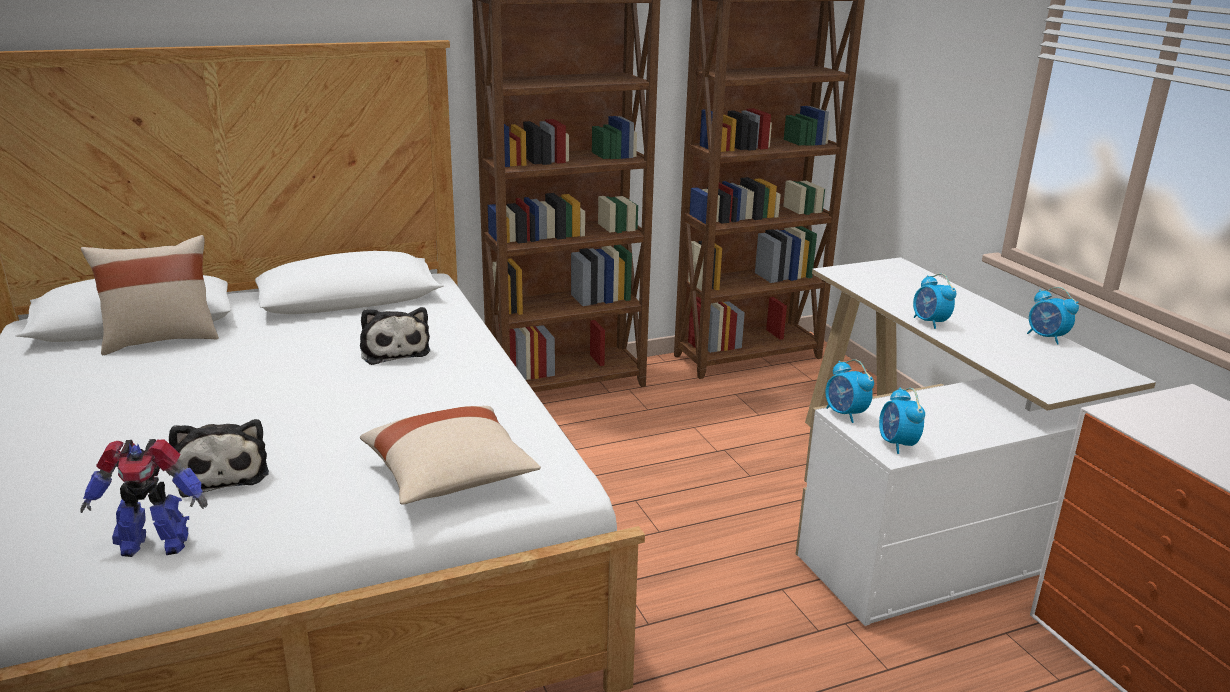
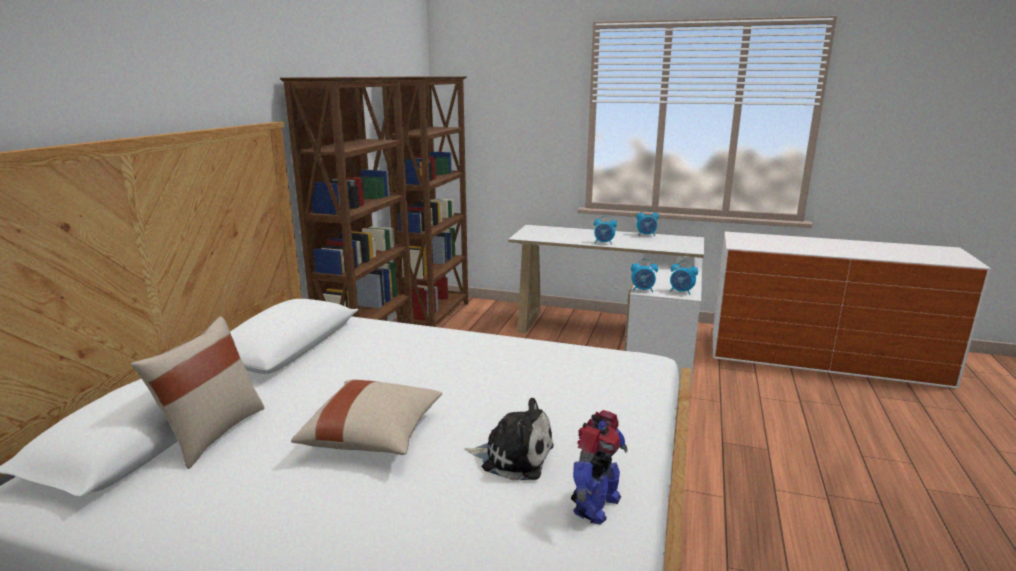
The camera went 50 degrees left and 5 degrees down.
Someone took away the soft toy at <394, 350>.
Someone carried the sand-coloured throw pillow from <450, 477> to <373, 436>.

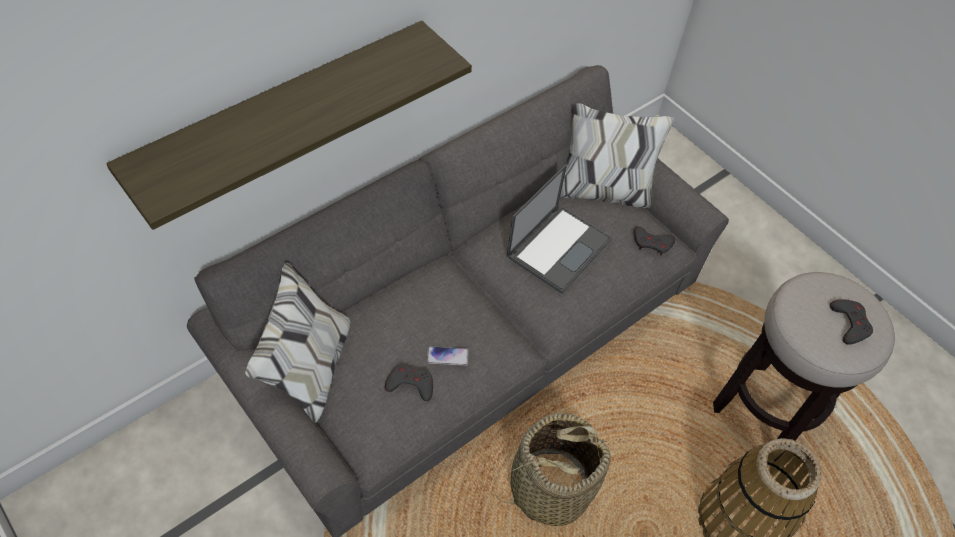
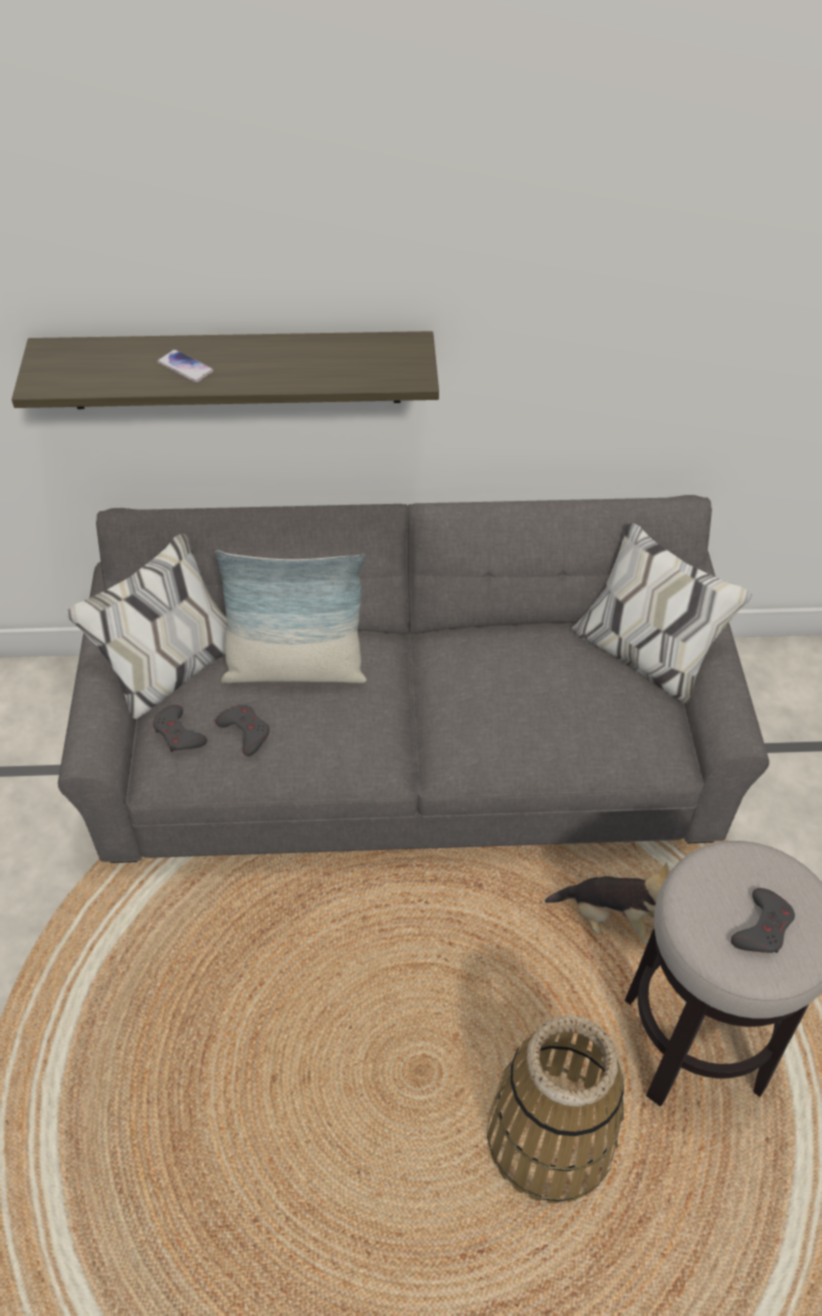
The camera went 40 degrees right and 5 degrees down.
Someone carried the phone from <447, 356> to <185, 367>.
Someone took away the household basket at <549, 487>.
Someone took away the portable computer at <559, 247>.
Someone carried the grey gamepad from <652, 243> to <179, 734>.
Someone put down the throw pillow at <295, 669>.
Someone put down the soft toy at <611, 918>.

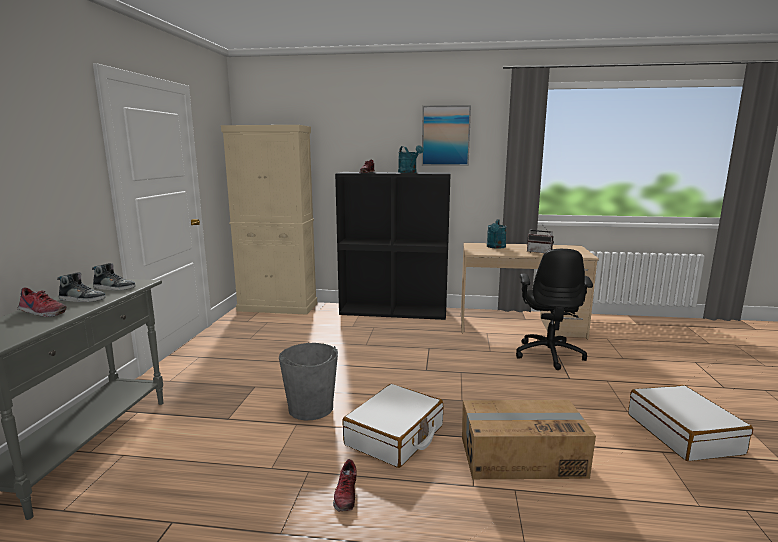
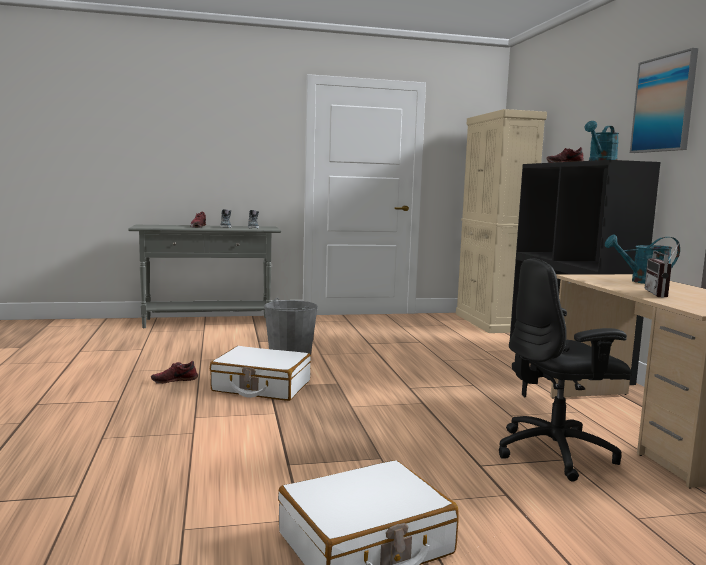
The camera went 70 degrees right and 5 degrees down.
Someone took away the packing box at <521, 456>.

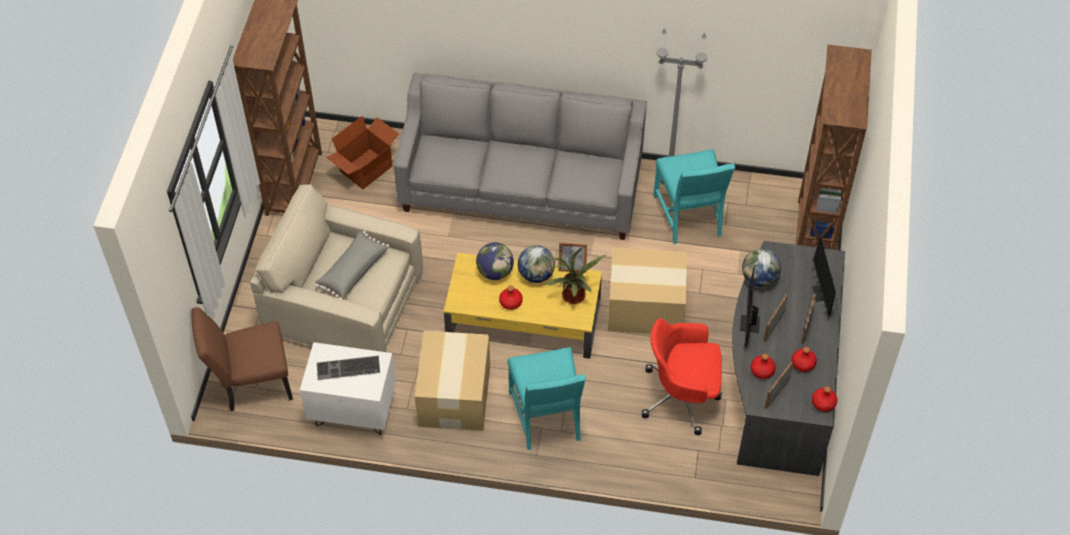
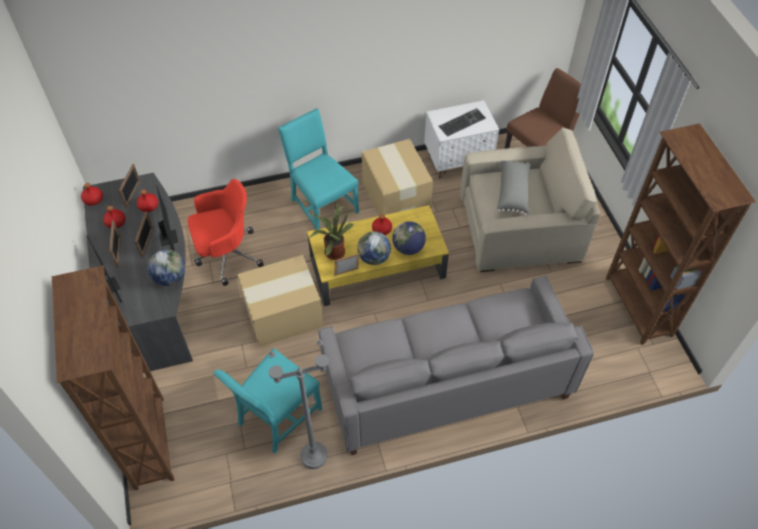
The camera went 155 degrees right and 0 degrees up.
Someone took away the packing box at <366, 169>.
Someone rotated the blue-green plain chair at <690, 217> by 105 degrees counterclockwise.

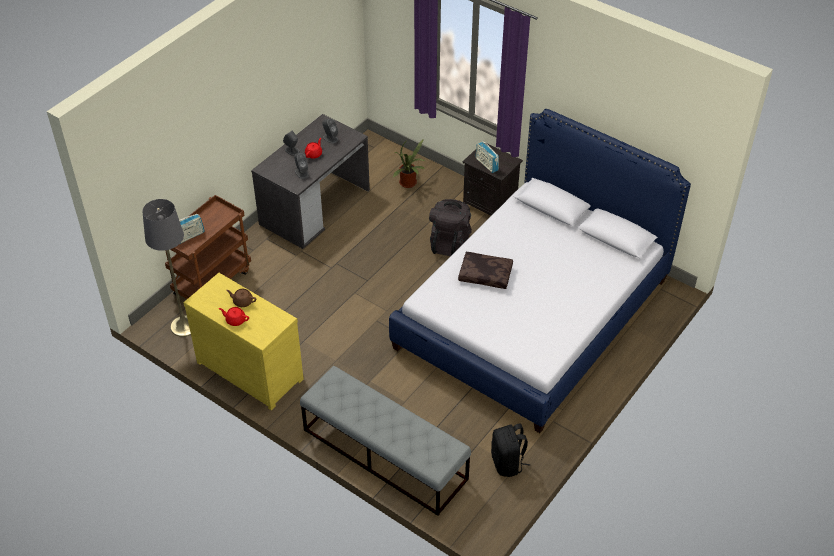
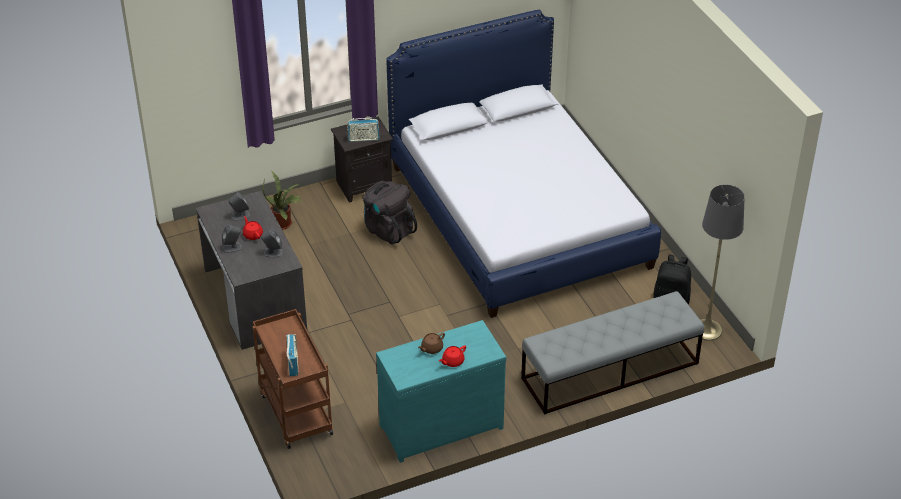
The camera went 60 degrees left and 5 degrees down.
Someone carried the grey standing lamp from <184, 326> to <707, 330>.
Someone repainted the yellowish dresser at <251, 368>, which became the blue-green dresser at <439, 424>.
Someone took away the brownish throw pillow at <486, 274>.

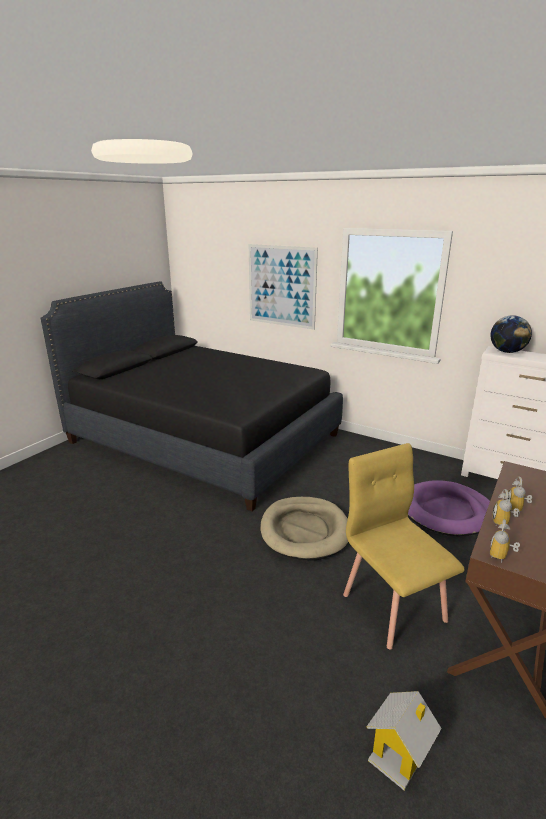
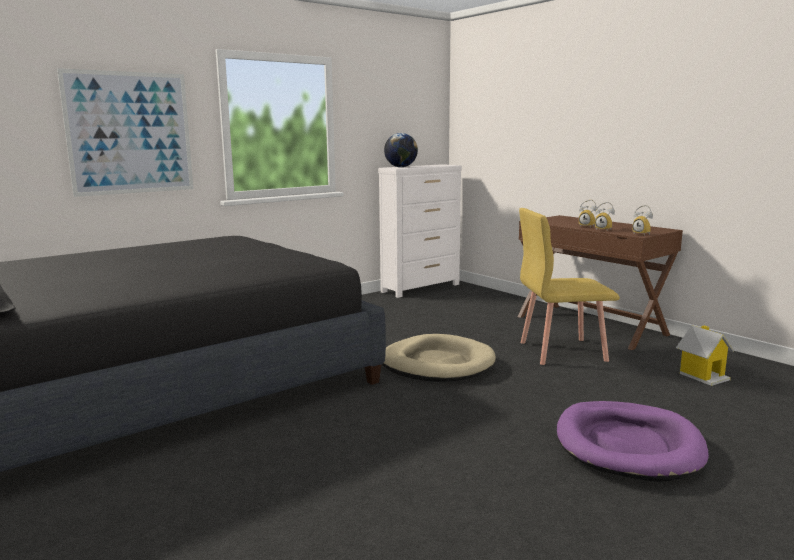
The camera went 70 degrees left and 10 degrees down.
Someone carried the purplish dog bed from <446, 511> to <628, 445>.

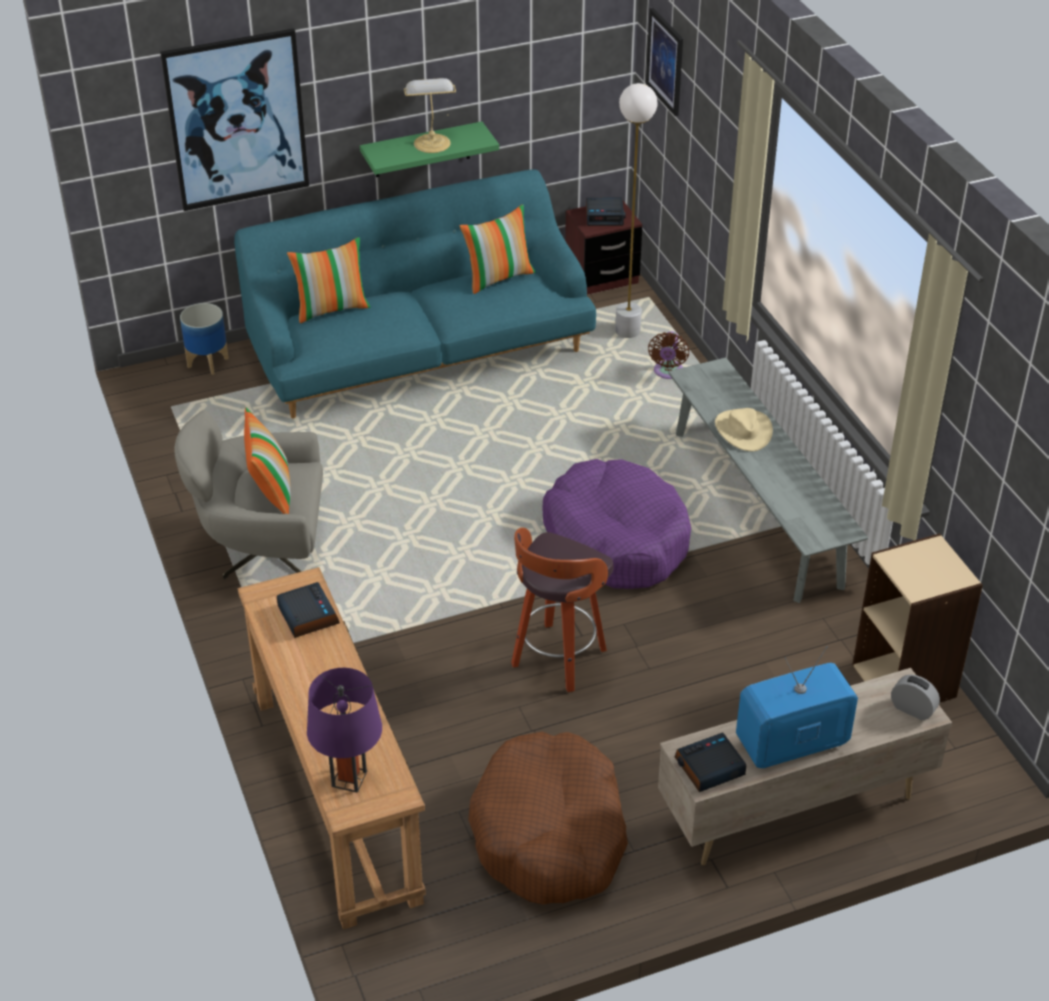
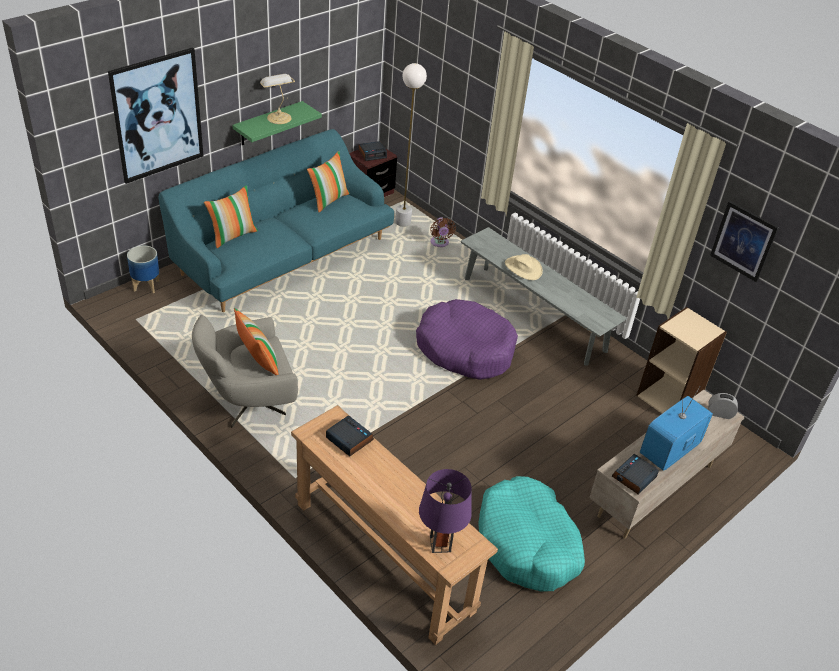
The camera went 25 degrees left and 0 degrees up.
Someone repainted the brownish dog bed at <550, 834>, which became the blue-green dog bed at <527, 544>.
Someone took away the stool at <557, 660>.
Someone carried the wall art from <665, 61> to <744, 241>.

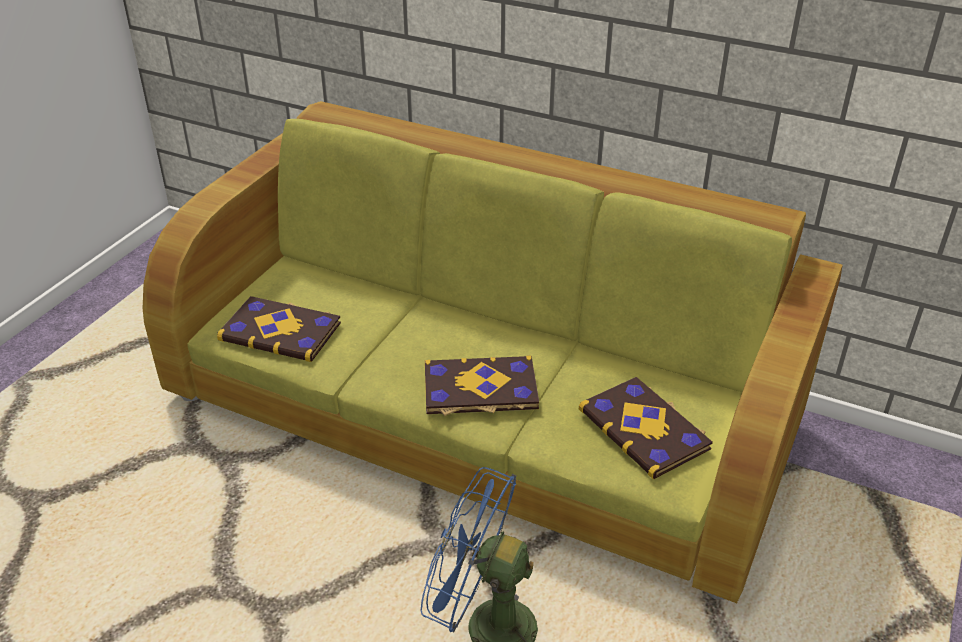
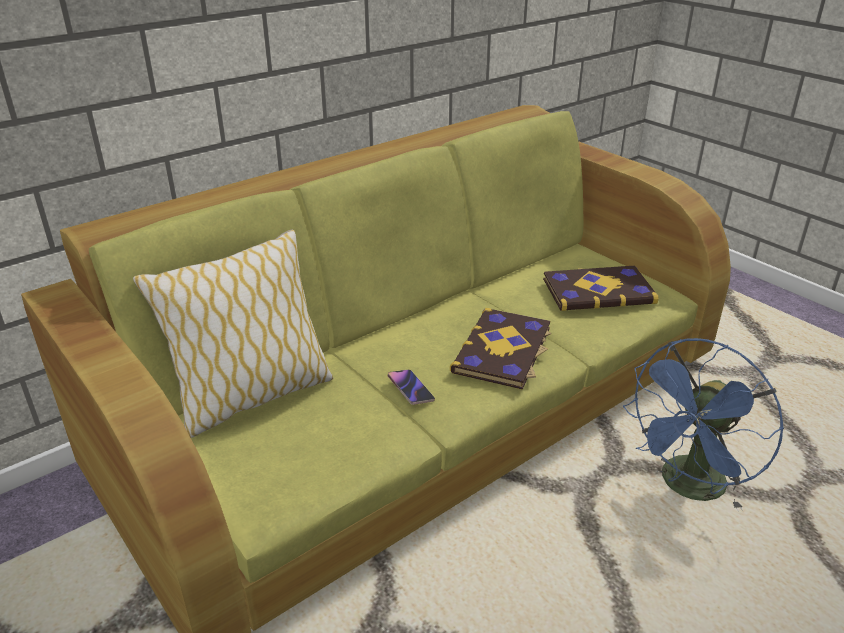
The camera went 65 degrees left and 5 degrees down.
Someone took away the bound book at <281, 331>.
Someone put down the throw pillow at <252, 397>.
Someone put down the phone at <410, 389>.

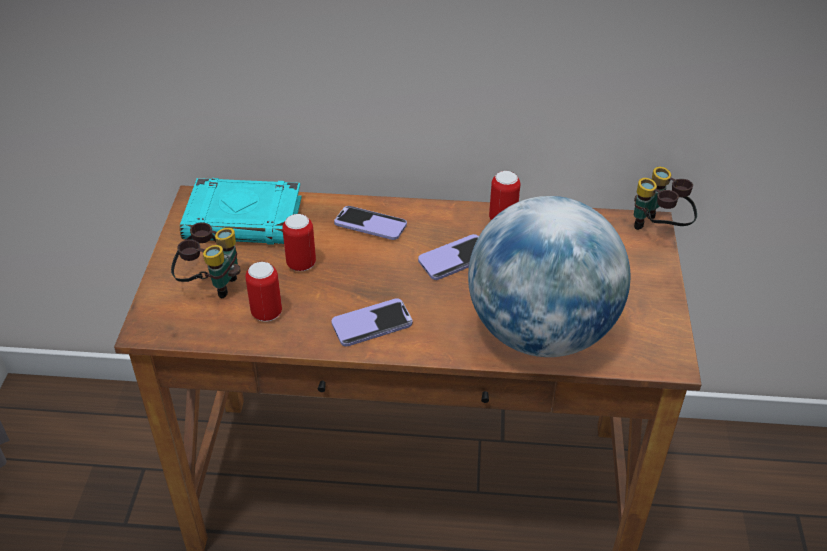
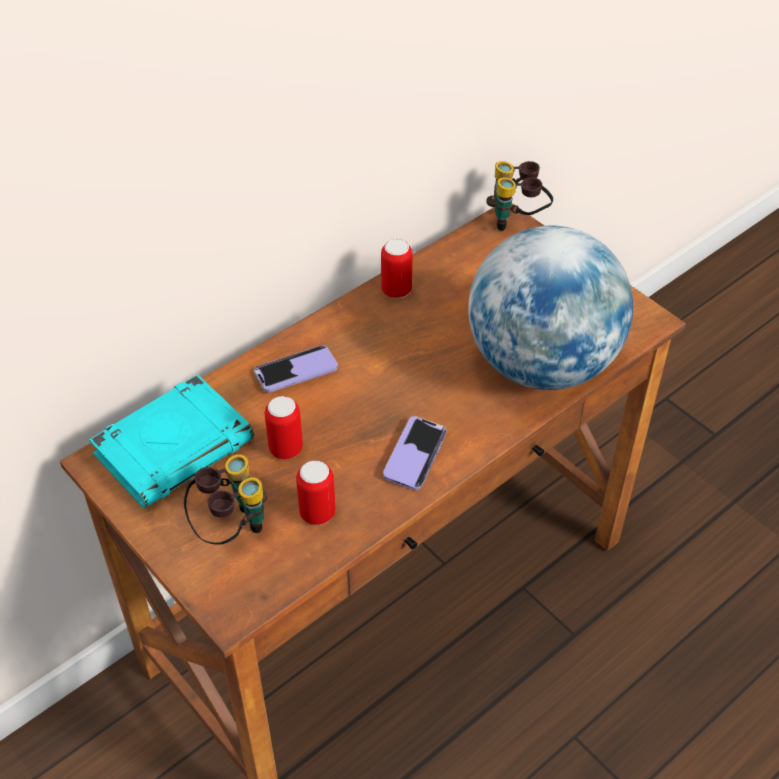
The camera went 45 degrees left and 5 degrees up.
Someone took away the phone at <455, 259>.

